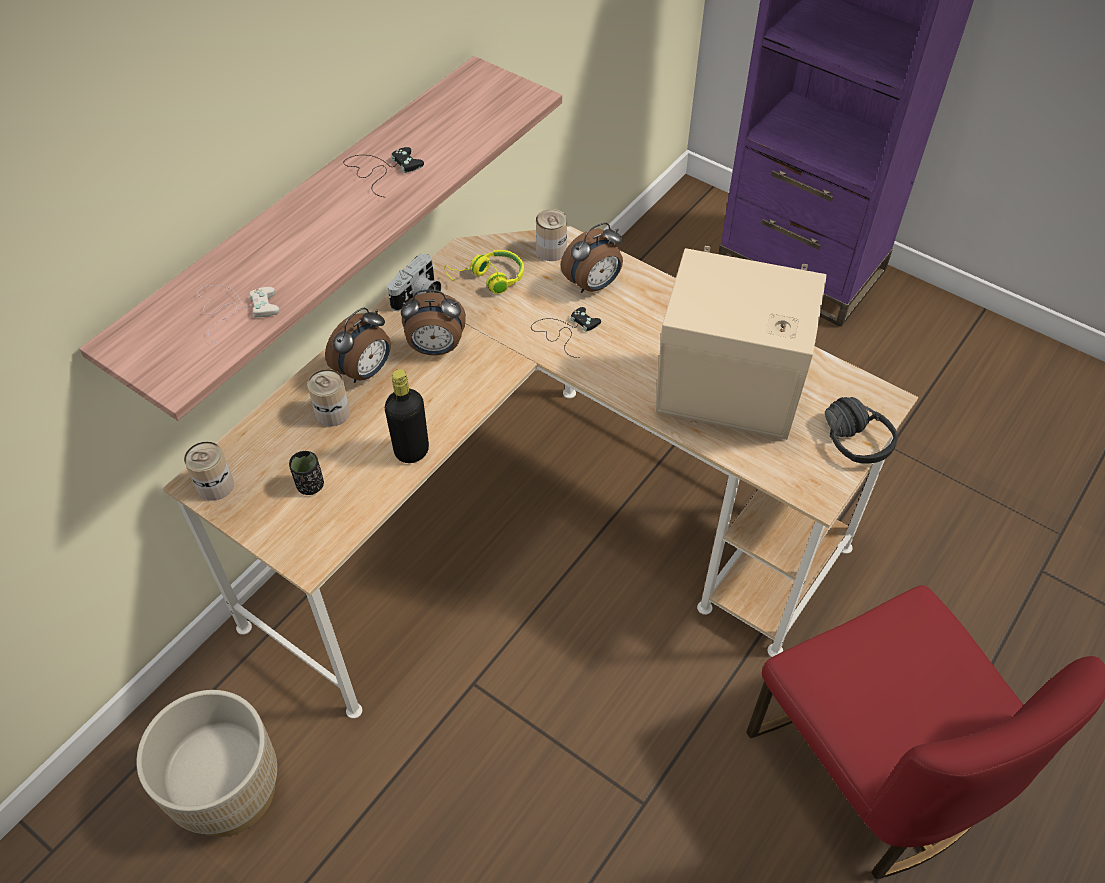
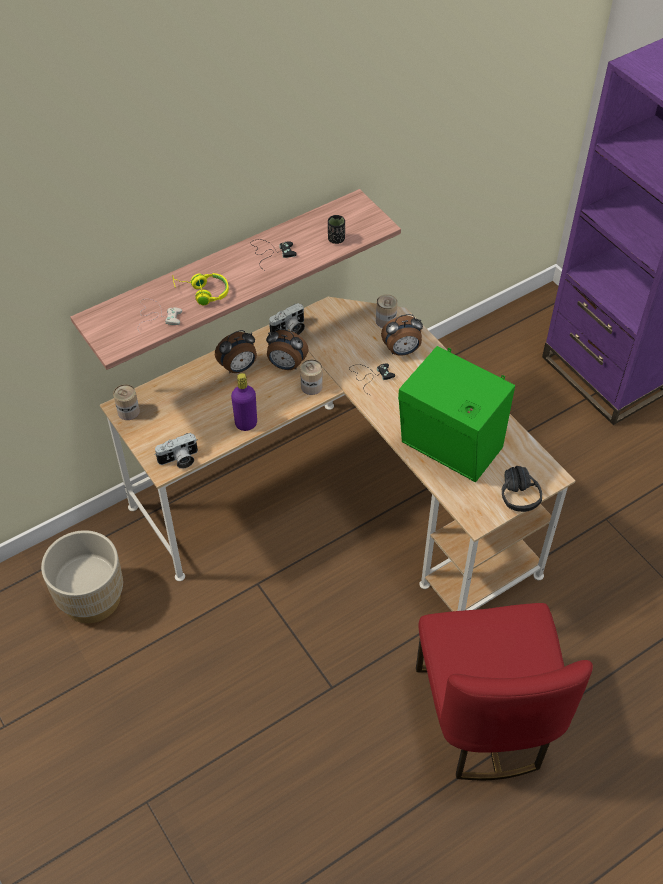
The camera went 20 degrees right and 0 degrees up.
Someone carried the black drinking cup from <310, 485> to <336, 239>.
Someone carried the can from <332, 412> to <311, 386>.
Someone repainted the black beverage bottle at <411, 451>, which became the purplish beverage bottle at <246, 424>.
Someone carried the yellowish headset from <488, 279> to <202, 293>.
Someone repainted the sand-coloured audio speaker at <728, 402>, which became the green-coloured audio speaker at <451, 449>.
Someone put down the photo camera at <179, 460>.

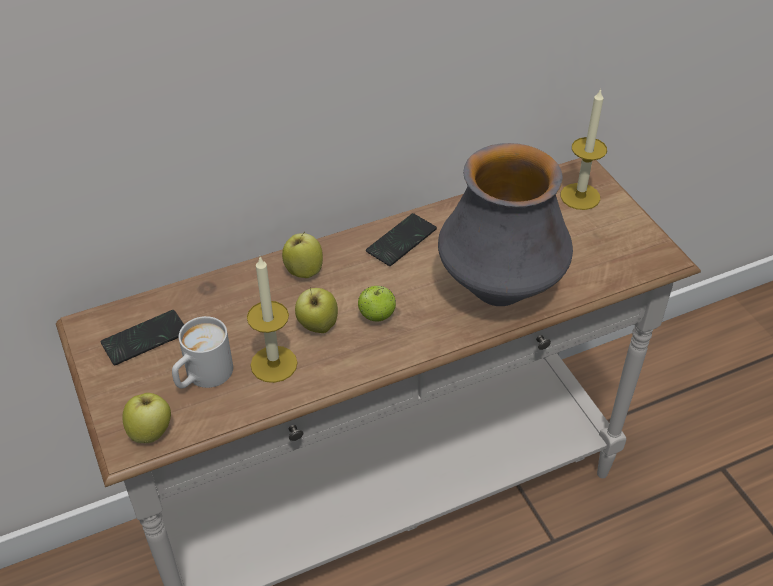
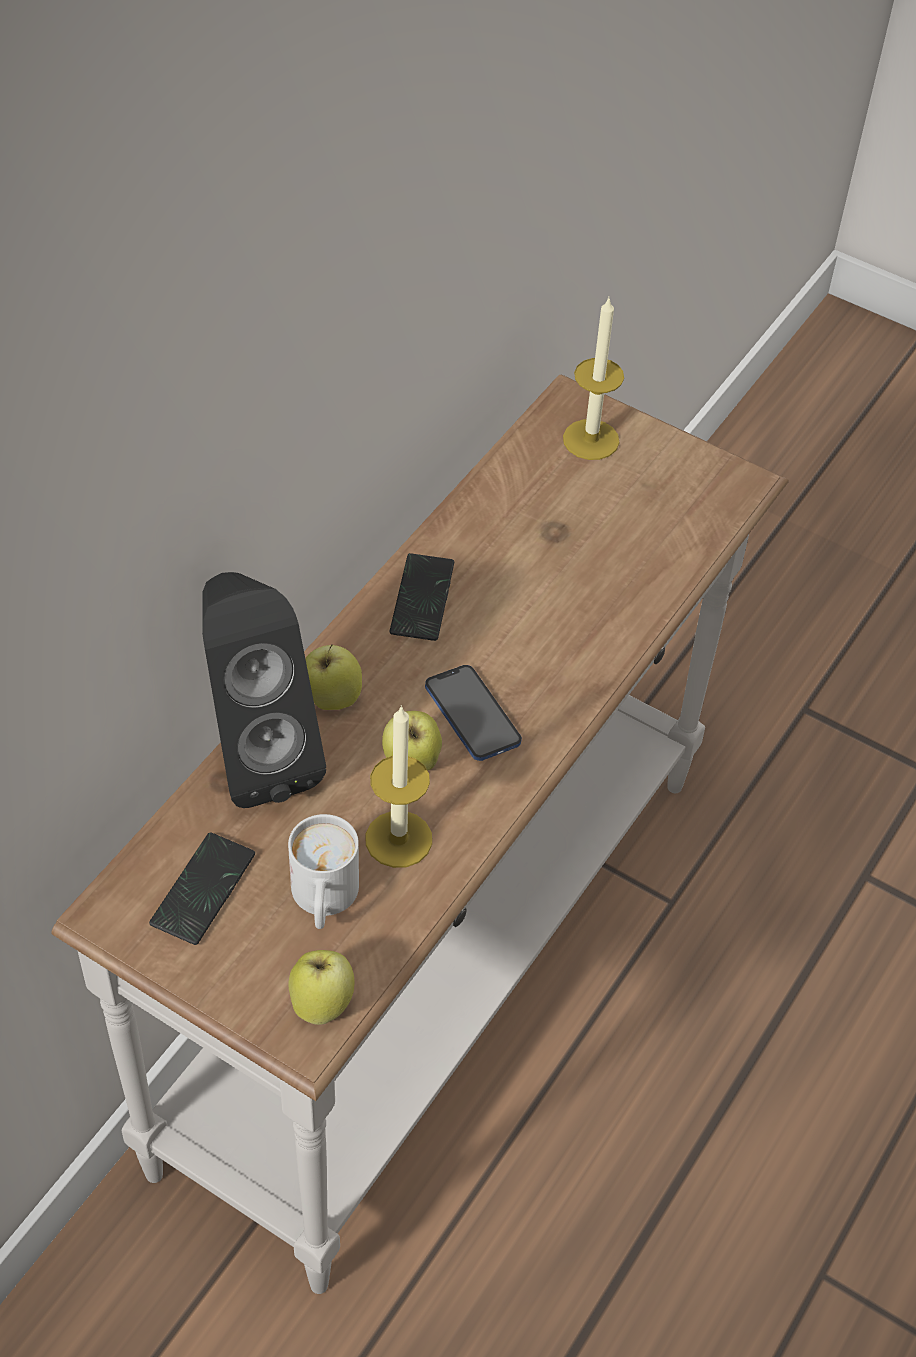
The camera went 35 degrees left and 5 degrees up.
Someone swapped the whole apple at <376, 316> for the phone at <472, 714>.
Someone took away the flower vase at <499, 290>.
Someone put down the black audio speaker at <257, 754>.

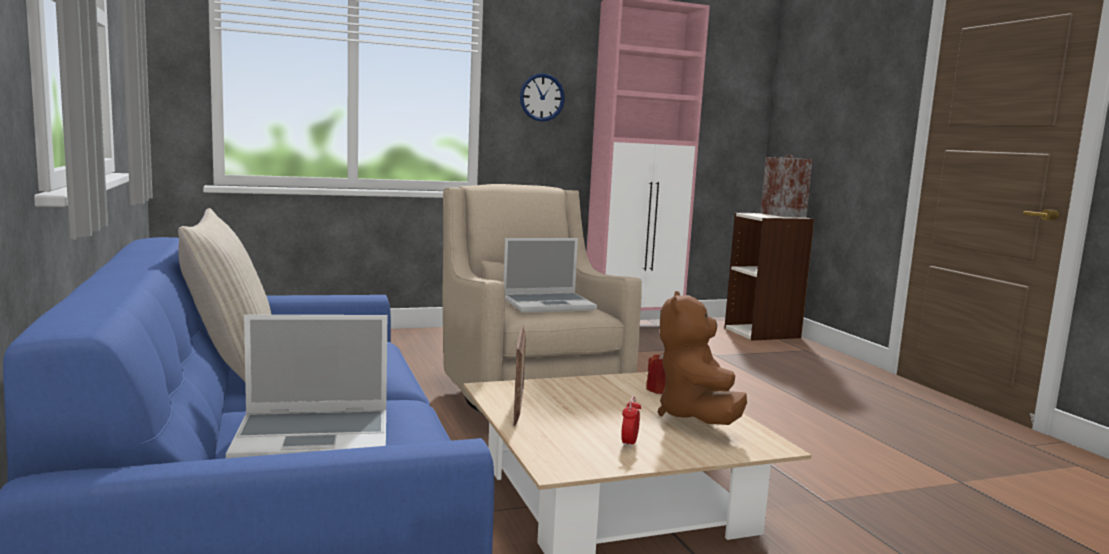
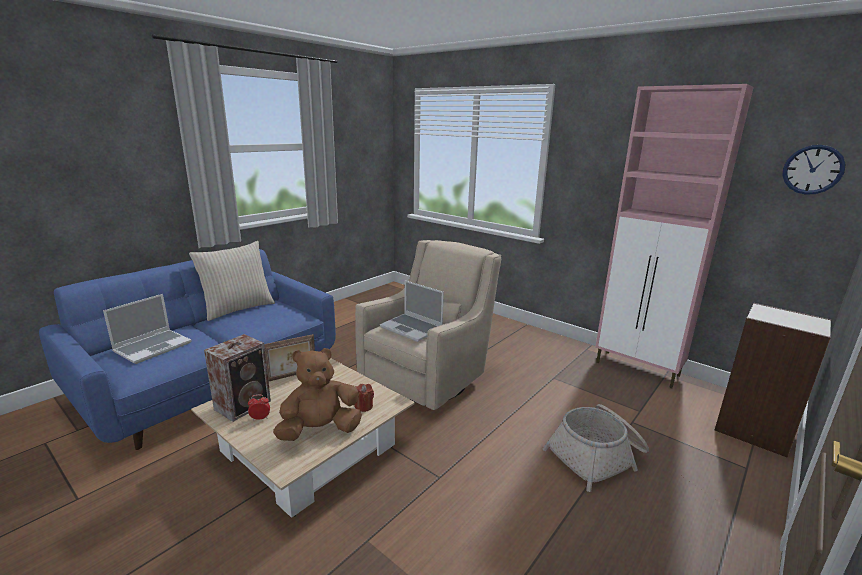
The camera went 60 degrees right and 10 degrees up.
Someone rotated the portable computer at <315, 438> by 105 degrees counterclockwise.
Someone carried the clock on the wall from <542, 97> to <812, 169>.
Someone carried the audio speaker from <782, 215> to <244, 405>.
Someone put down the household basket at <597, 457>.

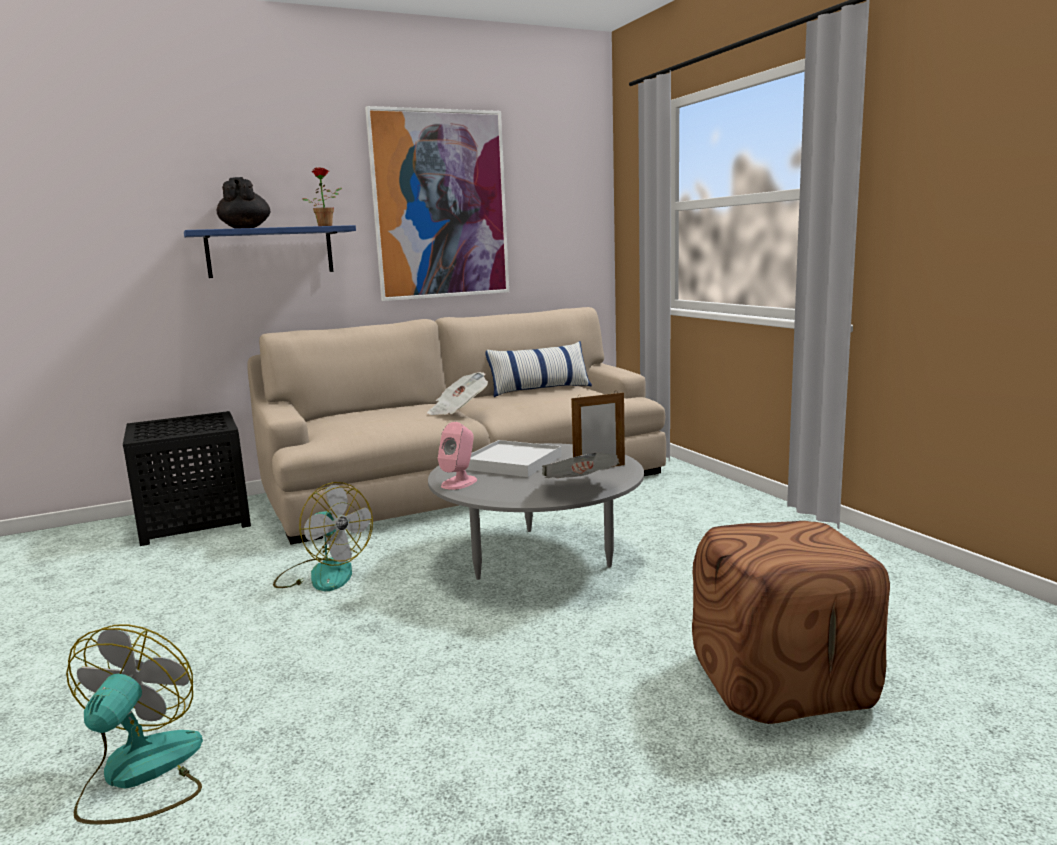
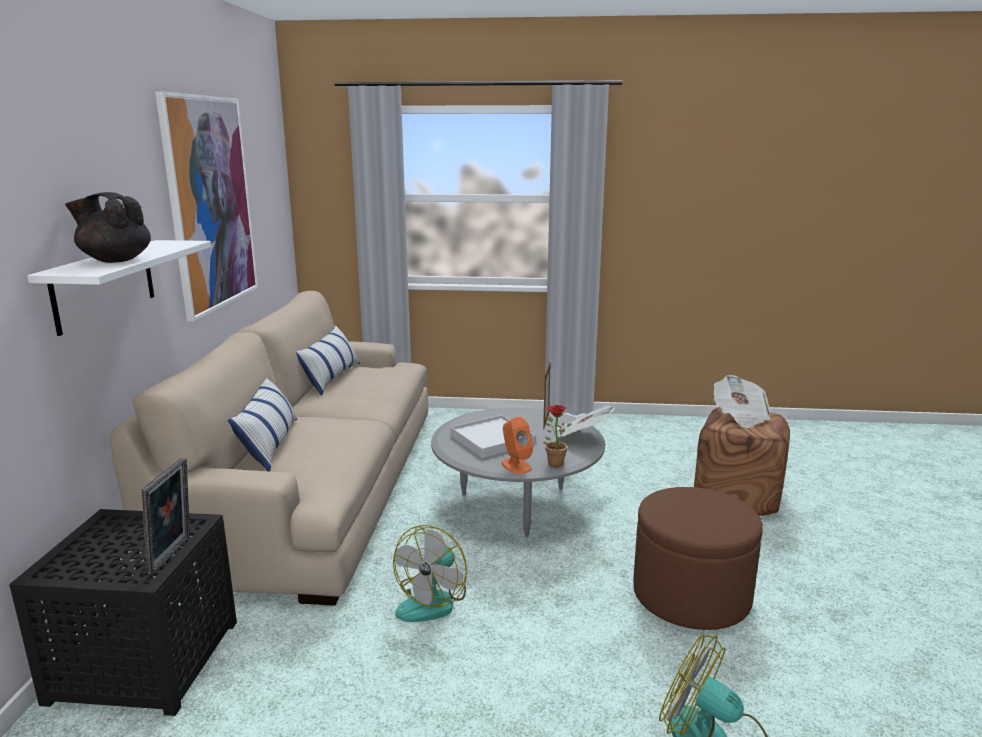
The camera went 60 degrees left and 5 degrees up.
Someone repainted the bluish bracket shelf at <270, 252>, which became the white-coloured bracket shelf at <105, 285>.
Someone rotated the fan at <323, 574> by 135 degrees clockwise.
Someone carried the houseplant from <327, 226> to <553, 462>.
Someone carried the printed paper from <458, 410> to <740, 416>.
Someone repainted the pinkish audio speaker at <459, 482>, which became the orange-coloured audio speaker at <516, 466>.
Someone put down the standing frame at <173, 555>.
Someone put down the throw pillow at <270, 444>.
Someone put down the brownish ottoman at <691, 595>.

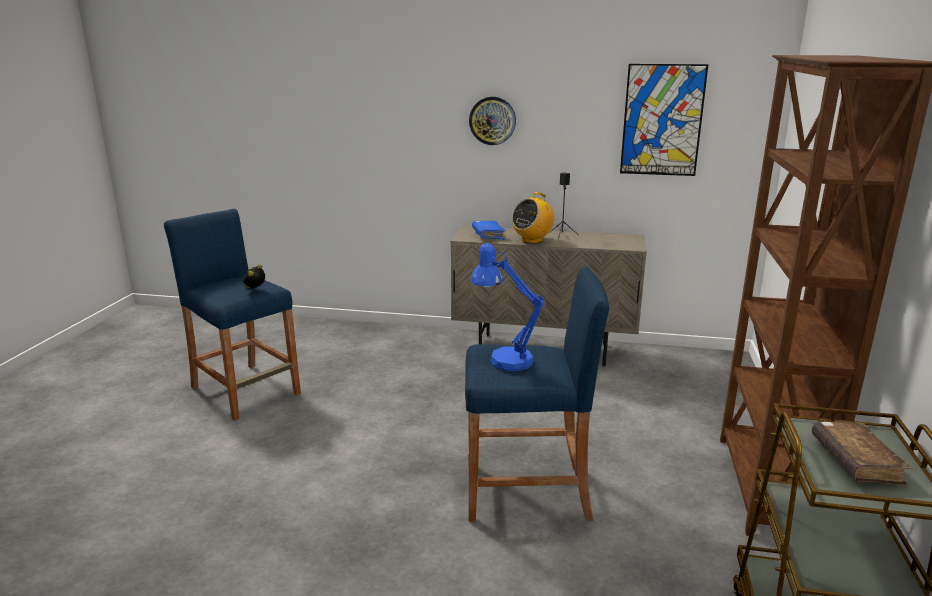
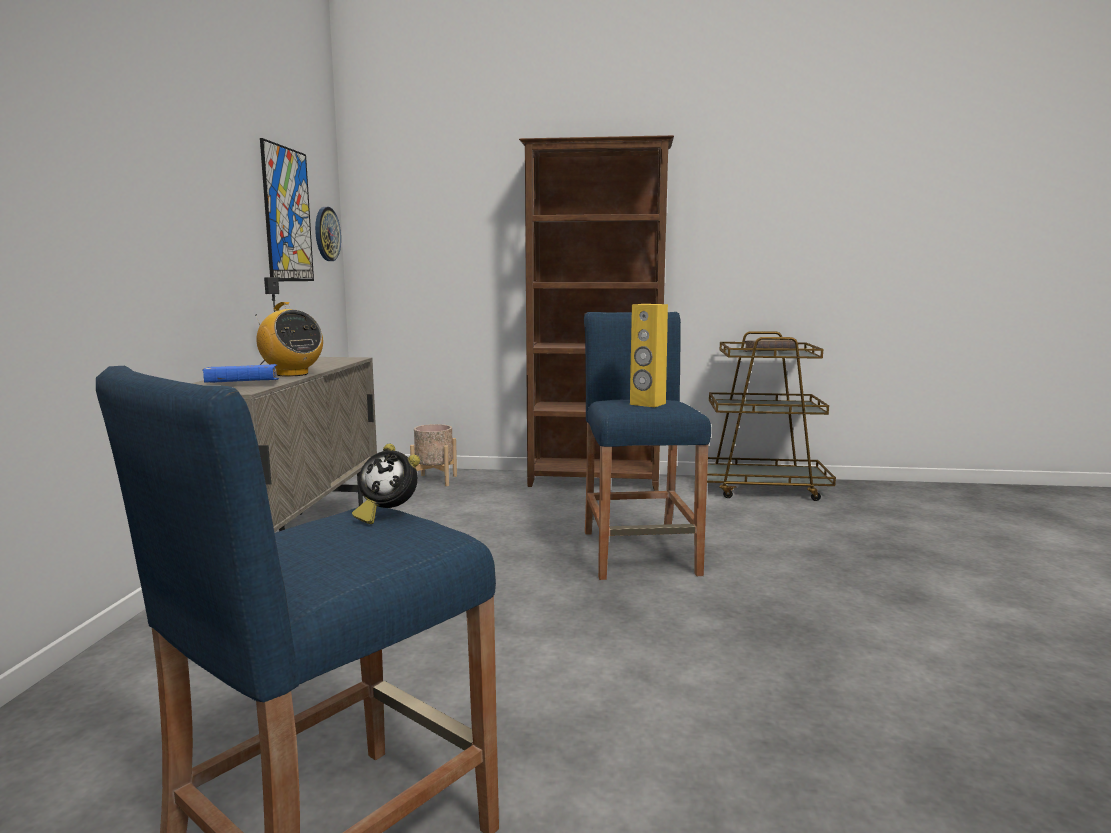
The camera went 95 degrees left and 10 degrees down.
Someone carried the clock on the wall from <492, 120> to <326, 234>.
Someone swapped the bluish table lamp at <503, 359> for the yellowish audio speaker at <647, 404>.
Someone put down the sand-coloured planter at <434, 480>.

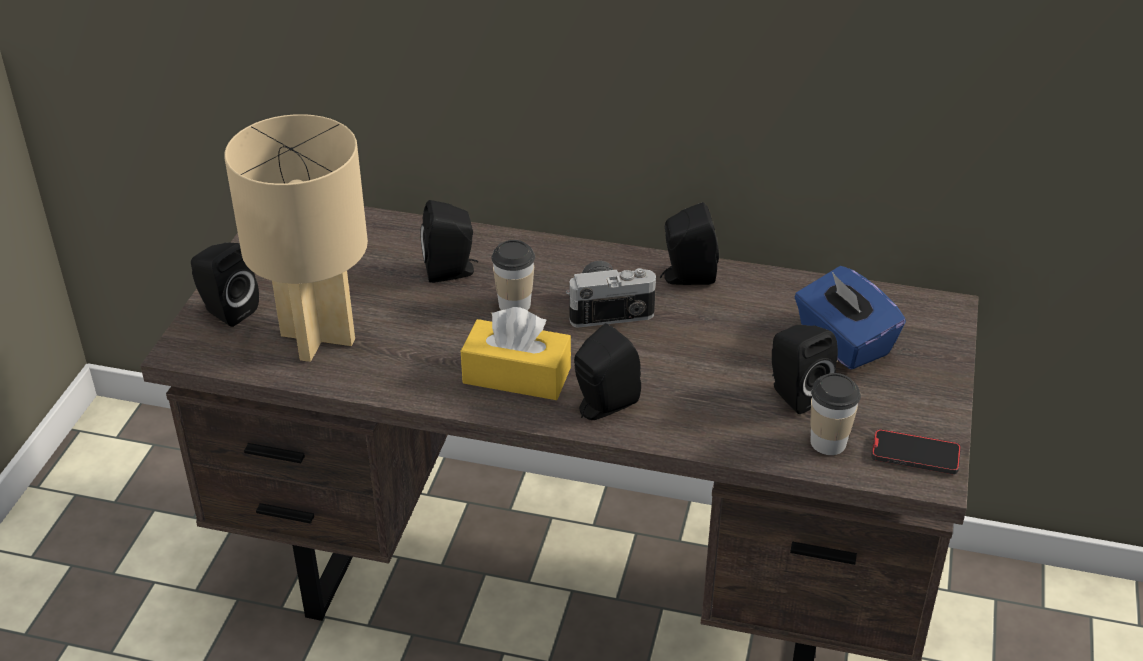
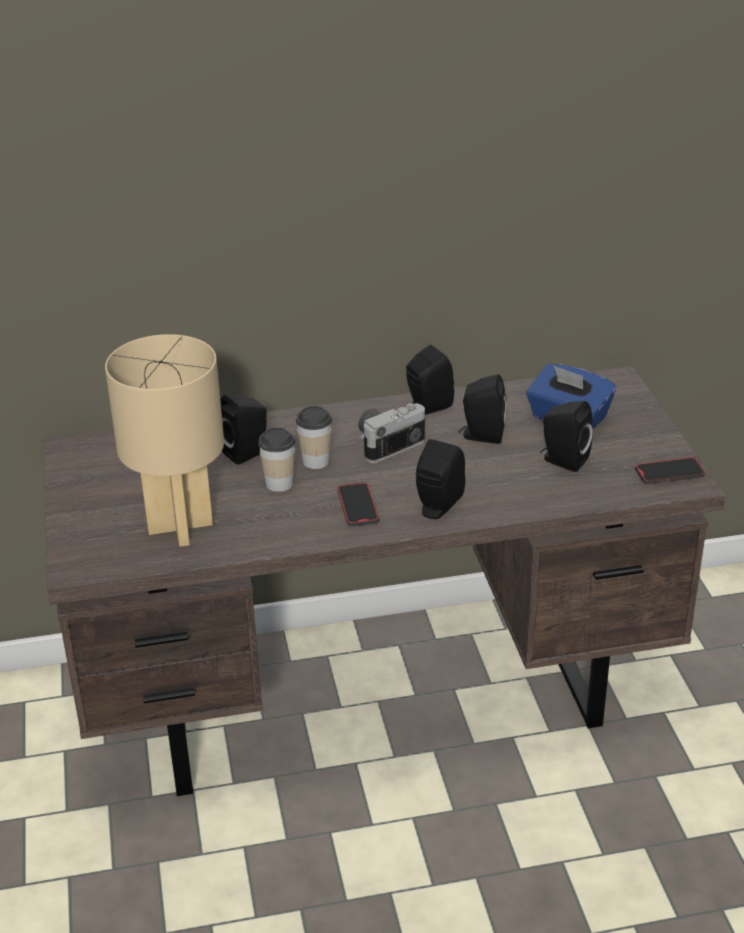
The camera went 25 degrees left and 5 degrees down.
Someone carried the black audio speaker from <226, 310> to <481, 435>.
Someone swapped the yellowish box of tissues at <517, 375> for the phone at <358, 507>.
Someone carried the drinking cup from <828, 442> to <279, 483>.

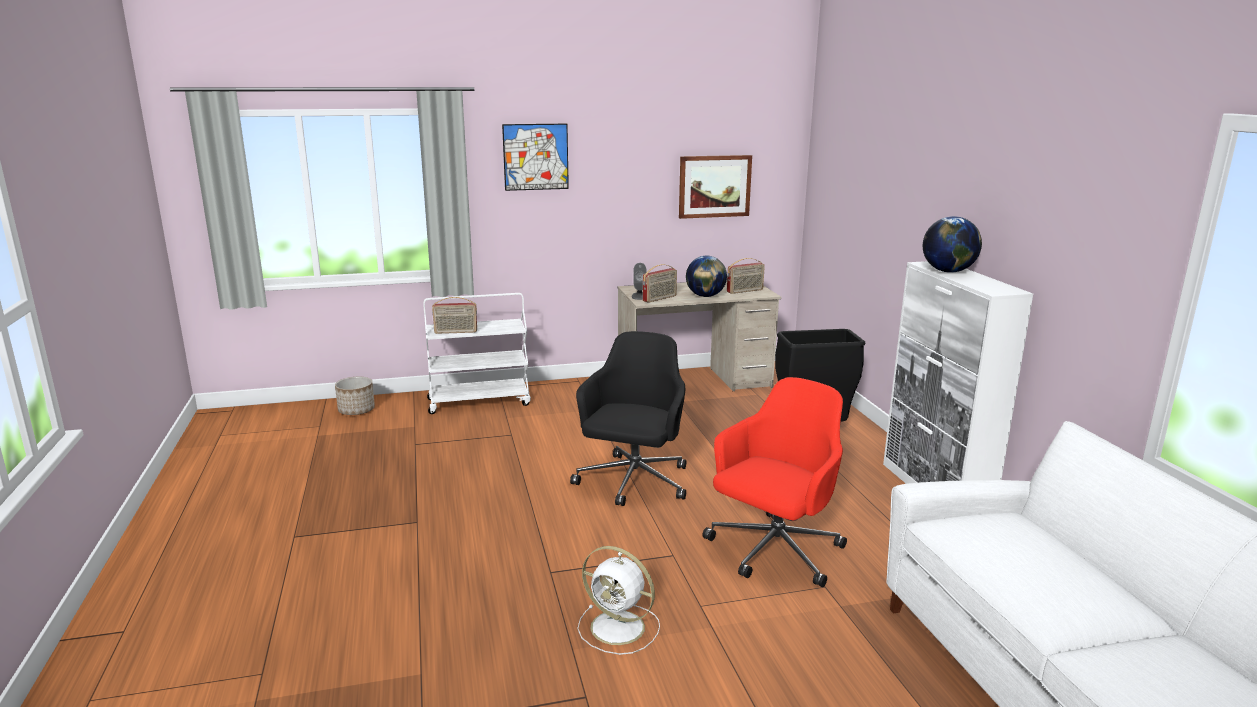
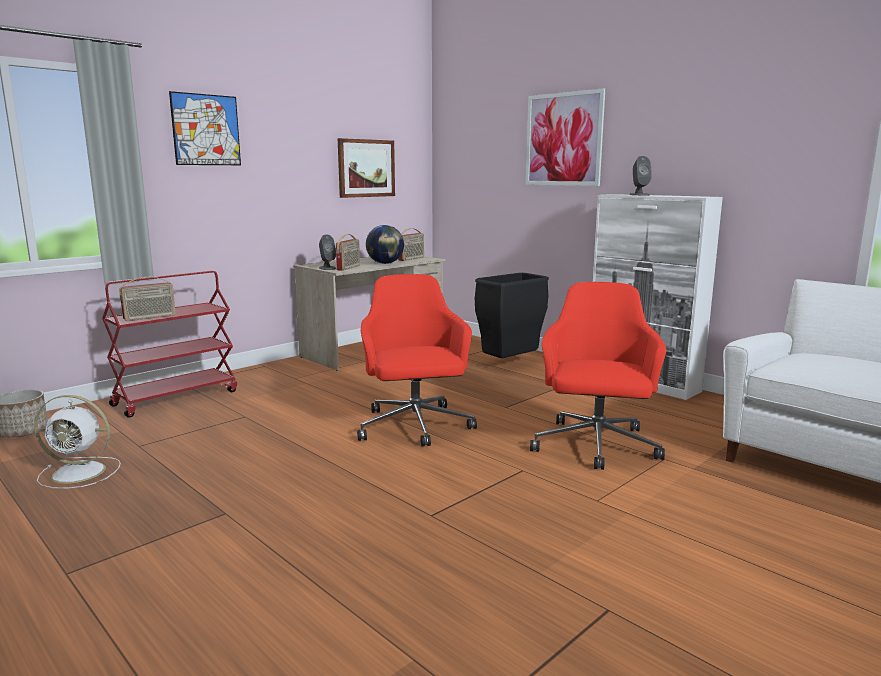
The camera went 30 degrees left and 5 degrees down.
Someone repainted the white-coloured trolley at <479, 402>, which became the reddish trolley at <176, 398>.
Someone repainted the black desk chair at <633, 482>, which became the reddish desk chair at <414, 426>.
Someone carried the white-coloured fan from <620, 628> to <81, 472>.
Someone swapped the globe at <948, 271> for the grey audio speaker at <639, 195>.
Someone put up the wall art at <563, 139>.

